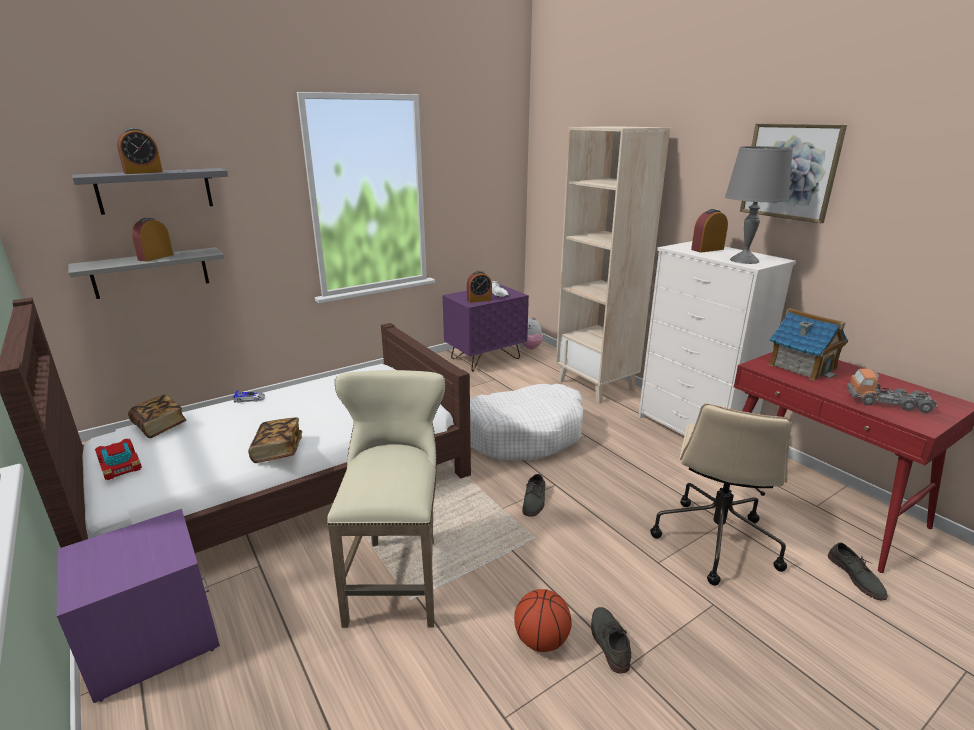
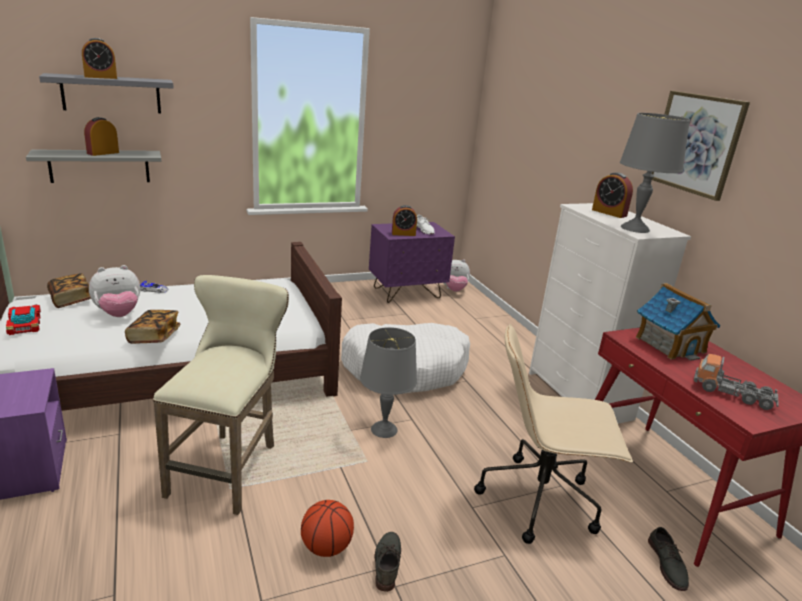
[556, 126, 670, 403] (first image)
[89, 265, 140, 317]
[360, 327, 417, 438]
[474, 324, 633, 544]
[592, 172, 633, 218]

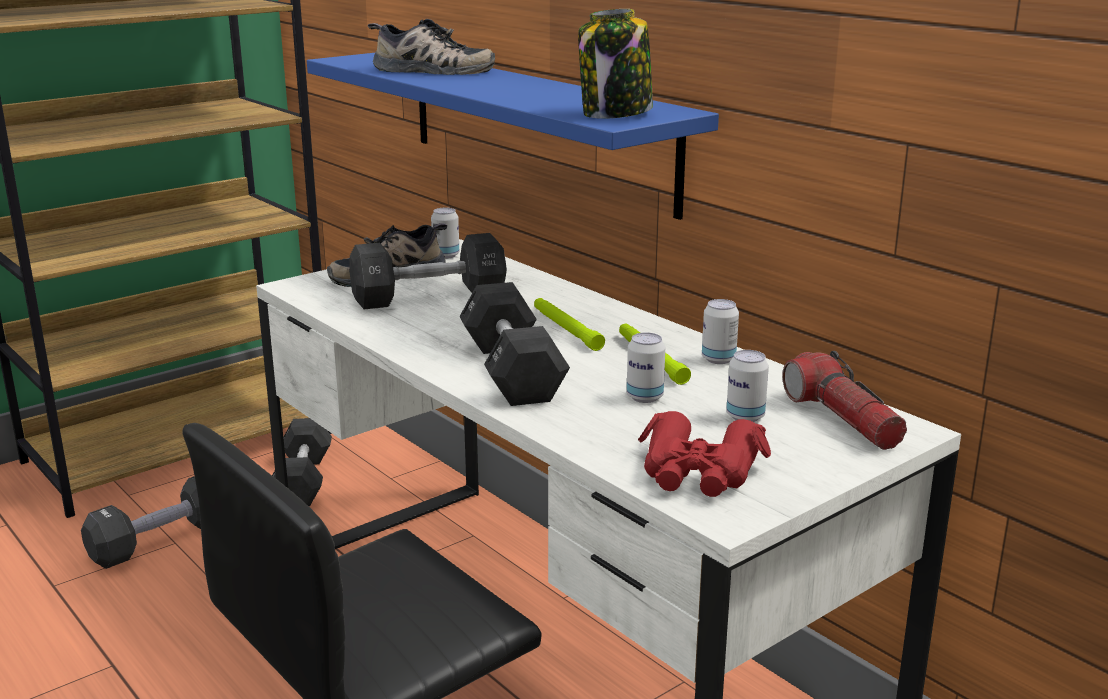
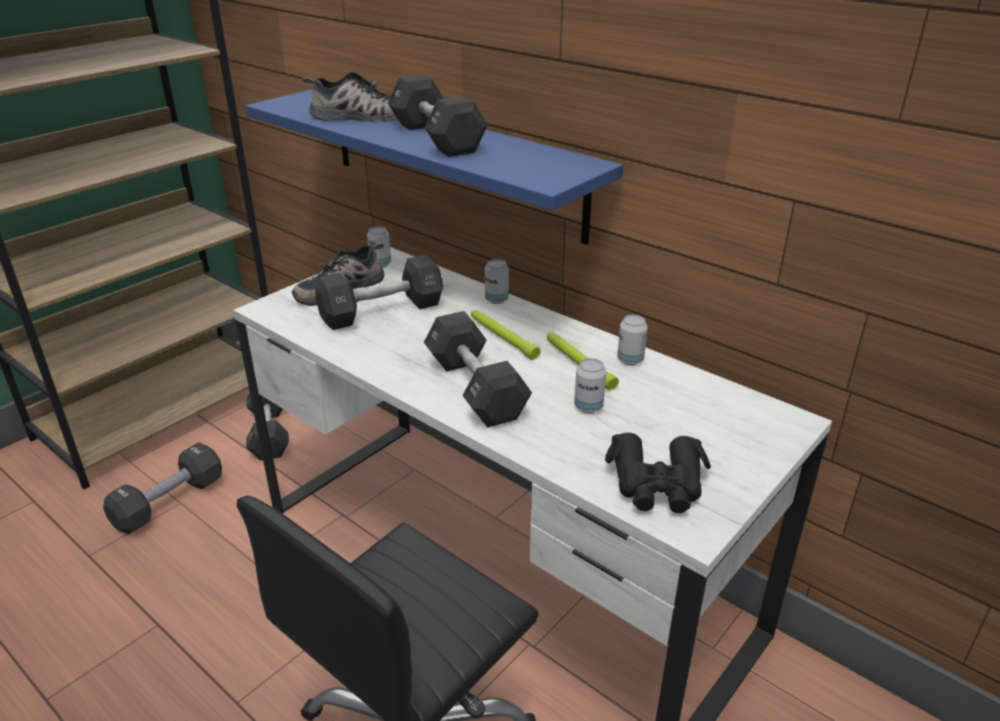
[578, 9, 653, 119] (first image)
[782, 351, 907, 450] (first image)
[388, 75, 488, 157]
[485, 259, 509, 304]
[605, 433, 711, 513]

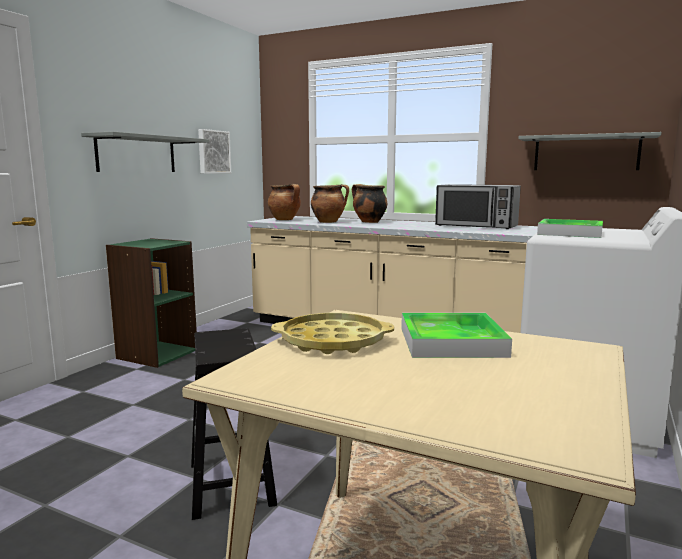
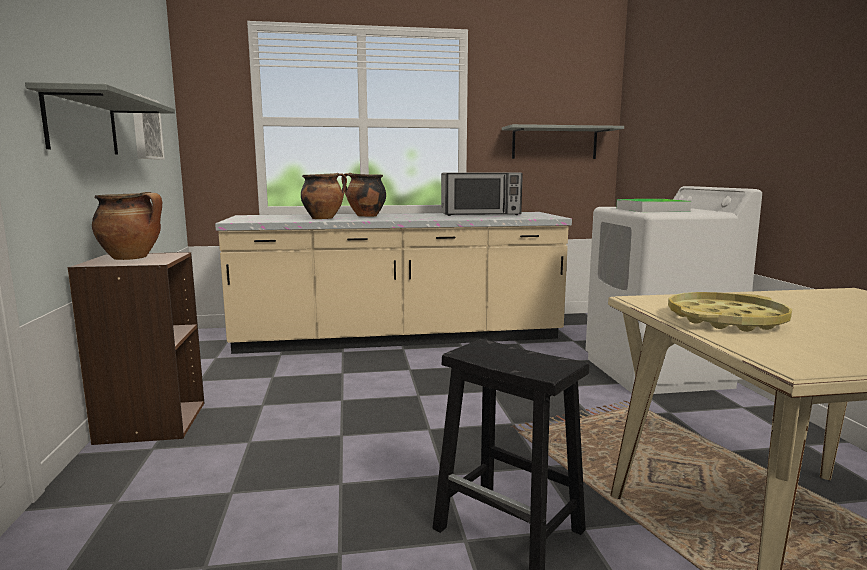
[401, 313, 512, 358] (first image)
[92, 192, 162, 260]
[68, 252, 205, 445]

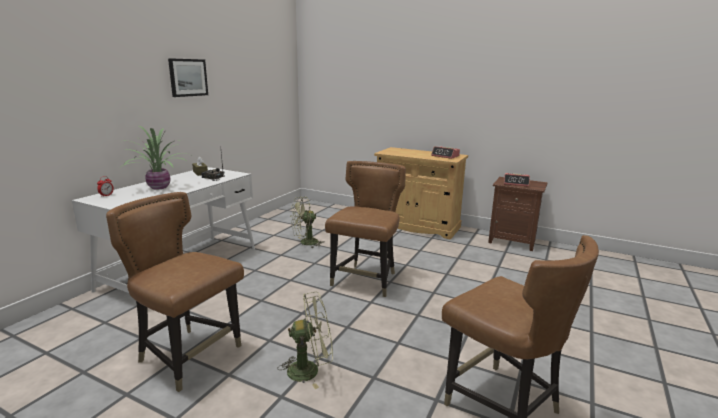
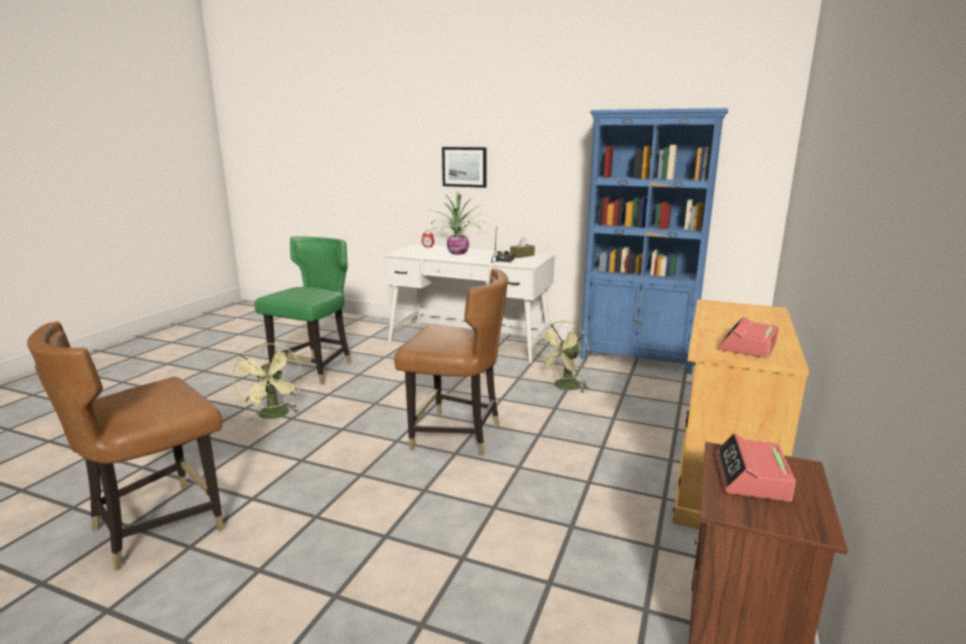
[580, 108, 728, 374]
[442, 147, 487, 188]
[255, 236, 352, 385]
[536, 320, 589, 393]

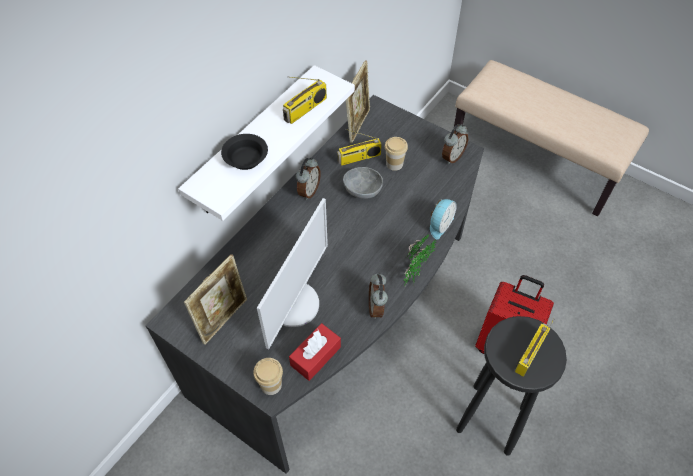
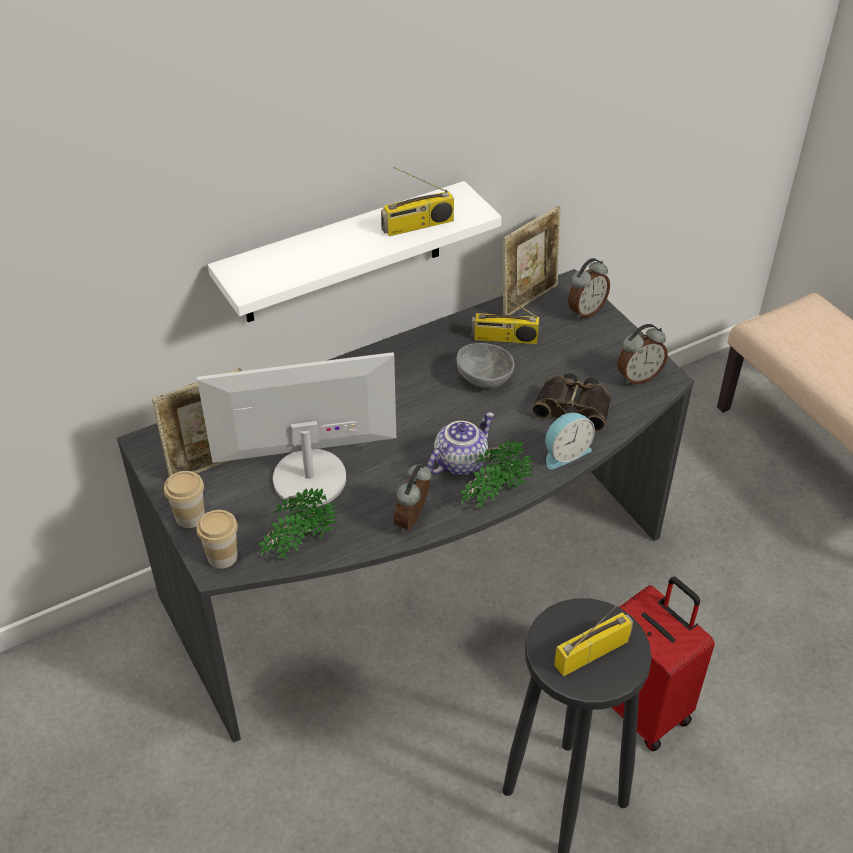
[221, 134, 268, 170] (first image)
[428, 412, 494, 475]
[531, 373, 611, 432]
[568, 258, 610, 319]
[164, 471, 205, 528]
[258, 488, 338, 560]
[197, 352, 396, 508]

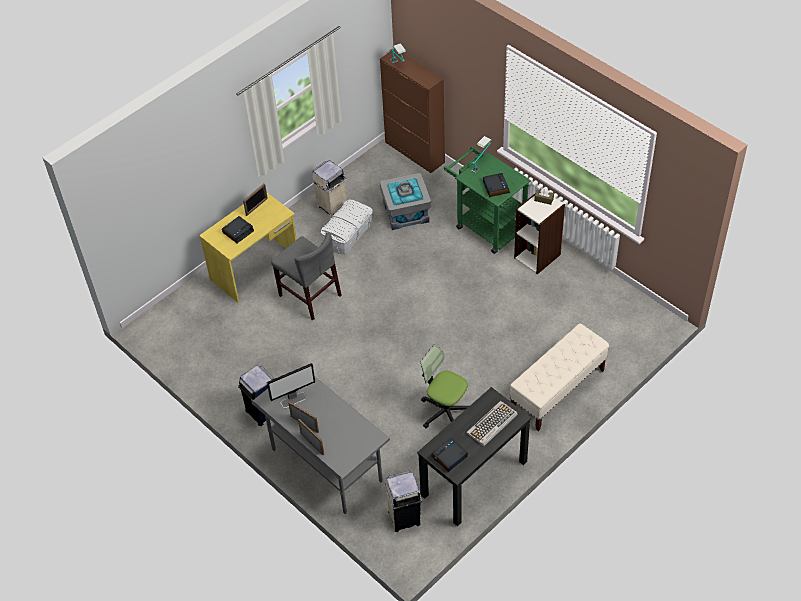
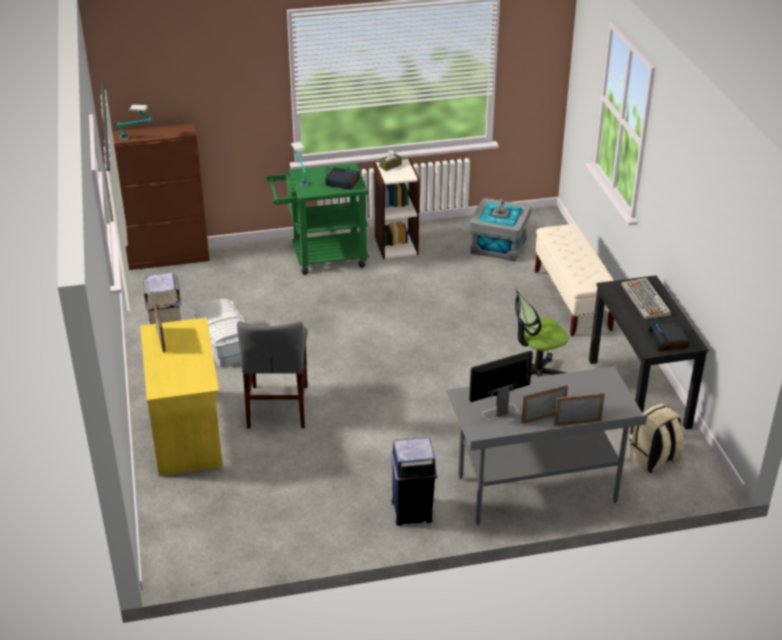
[222, 216, 254, 243] (first image)
[469, 198, 531, 262]
[628, 404, 684, 473]
[469, 351, 533, 420]
[237, 321, 308, 429]

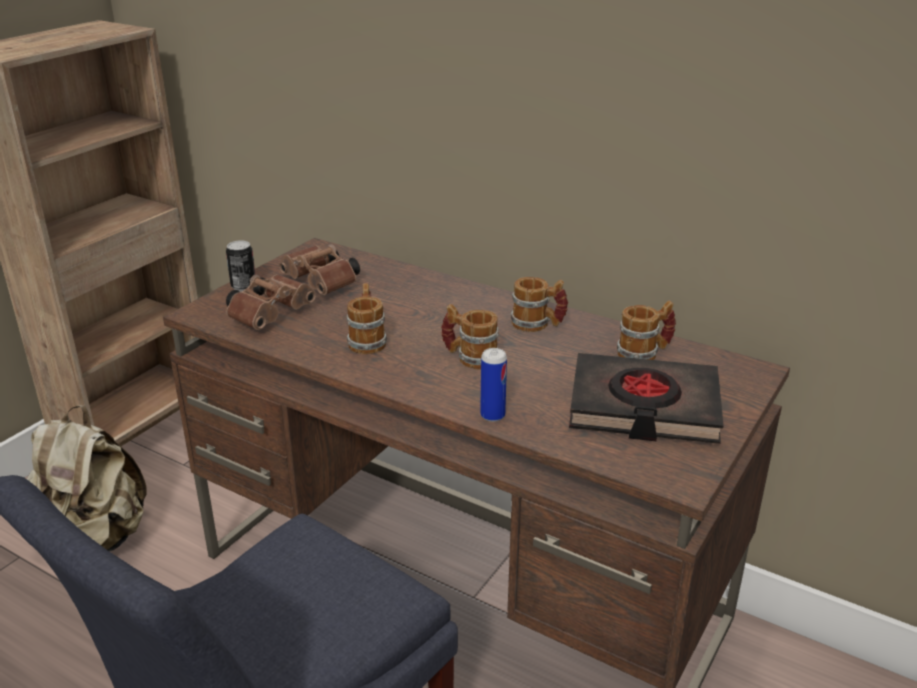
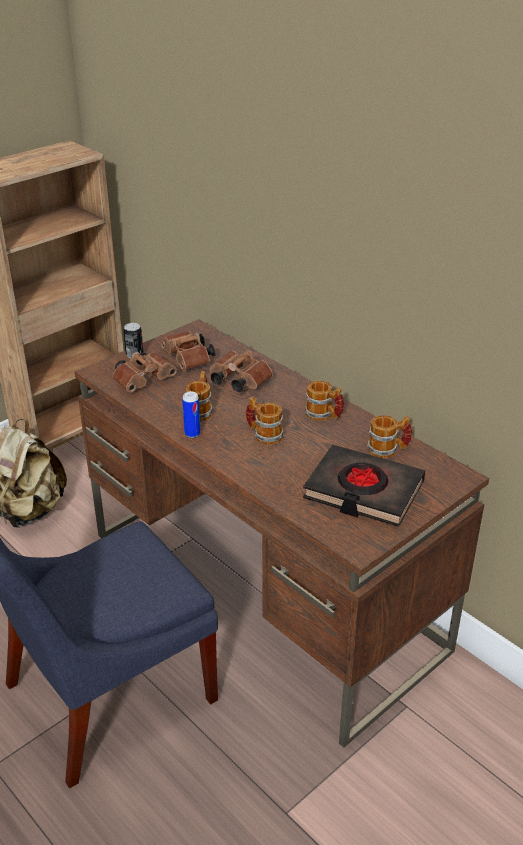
[210, 350, 273, 392]
[182, 391, 200, 438]

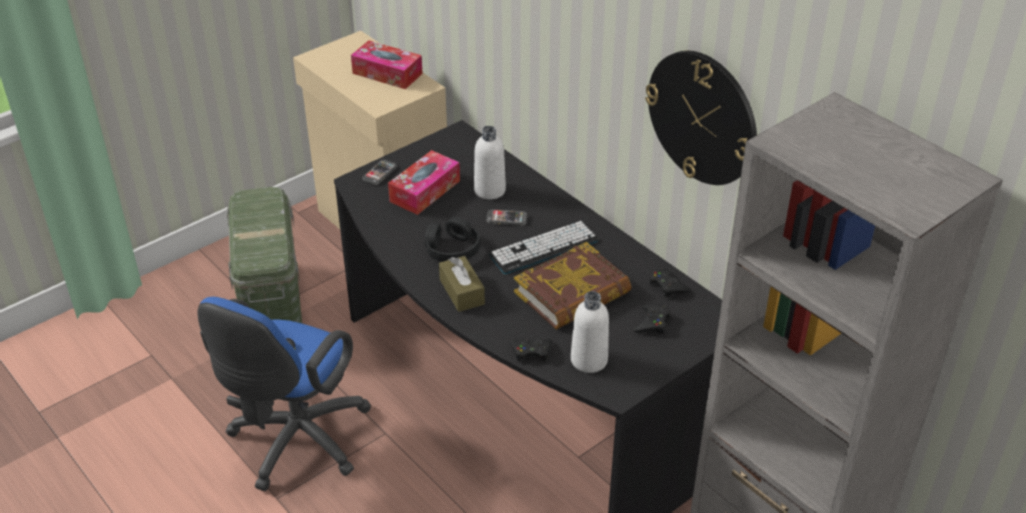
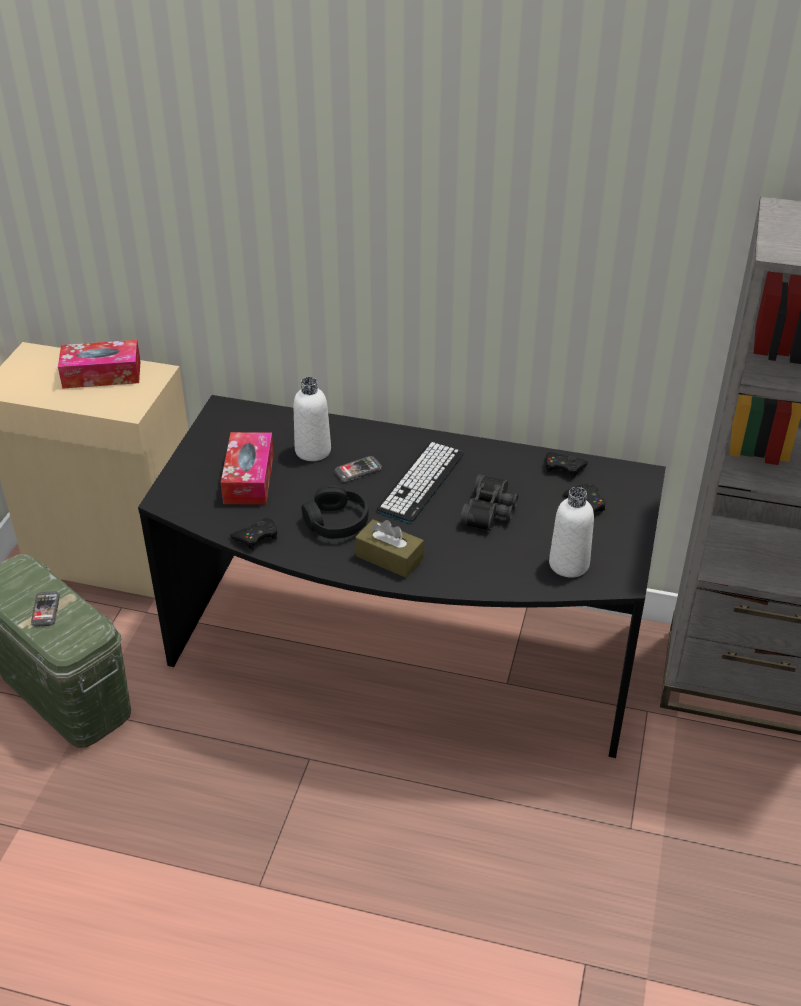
[198, 297, 371, 491] (first image)
[645, 51, 757, 185] (first image)
[31, 591, 60, 627]
[230, 518, 277, 550]
[460, 474, 518, 531]

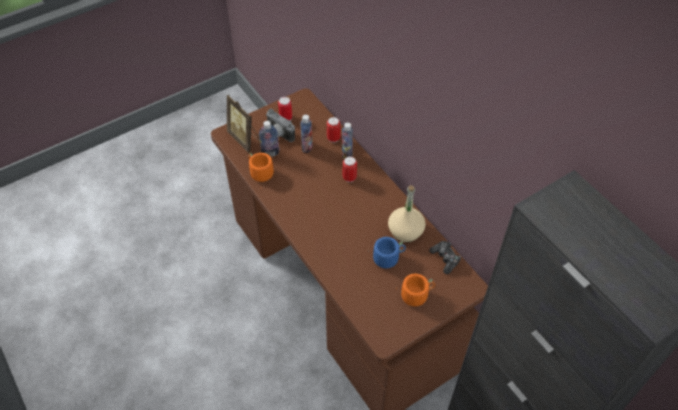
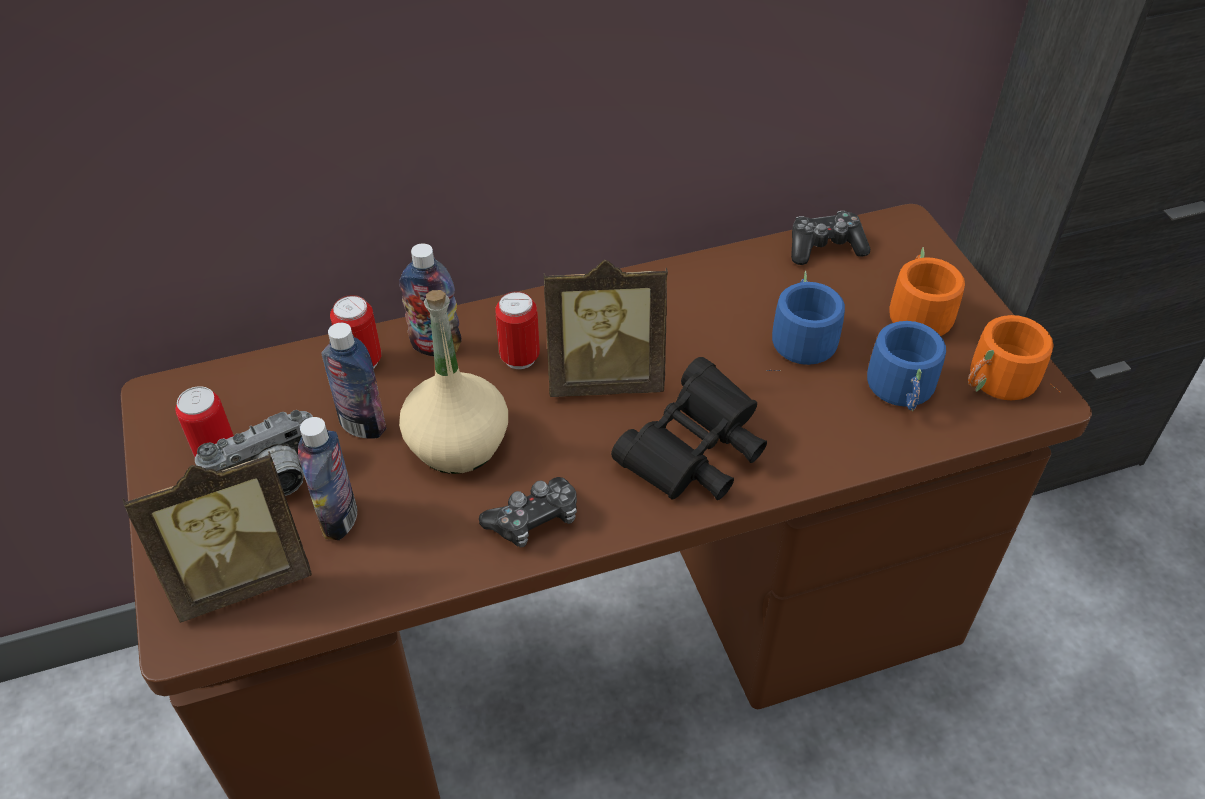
[479, 477, 577, 547]
[544, 260, 668, 397]
[611, 357, 767, 500]
[867, 321, 946, 411]
[968, 315, 1061, 400]
[399, 290, 508, 474]

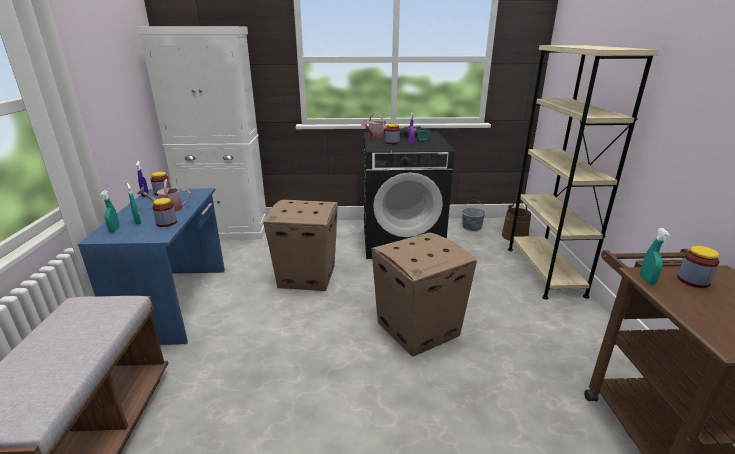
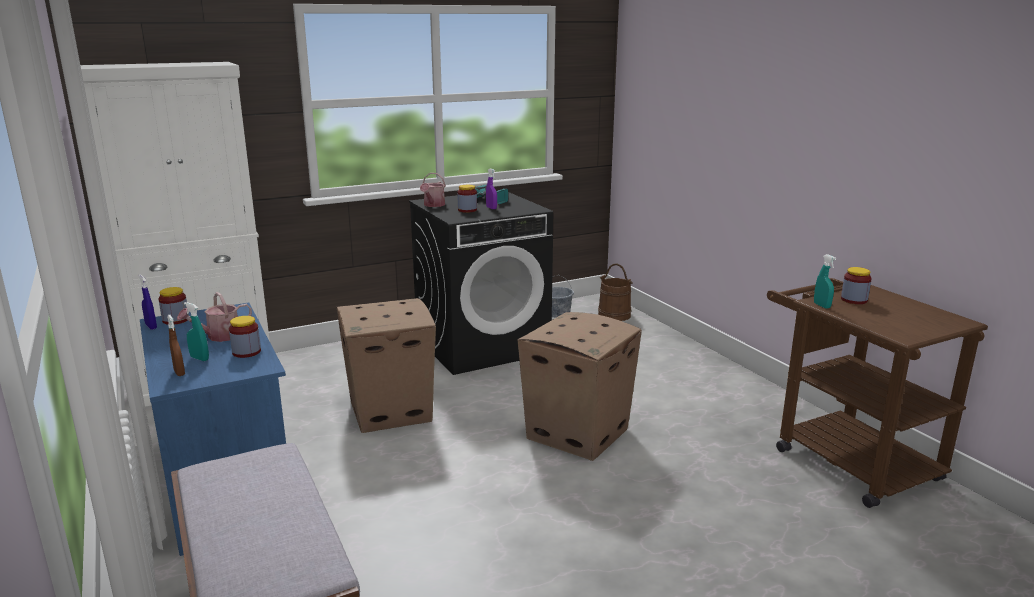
[508, 45, 659, 300] (first image)
[167, 315, 185, 376]

